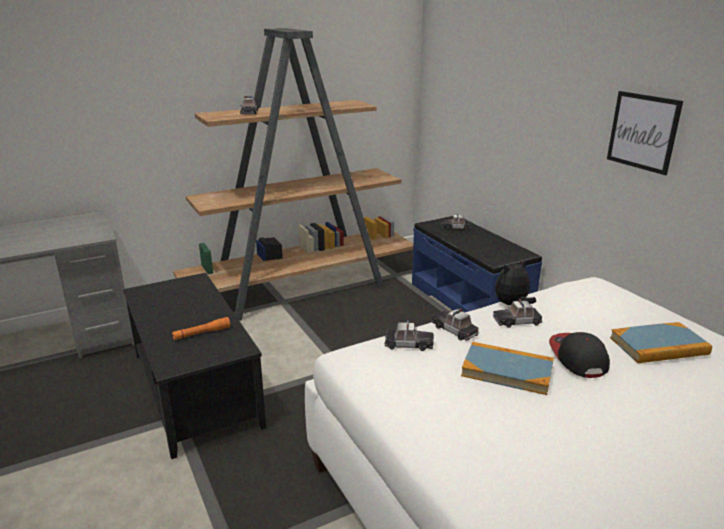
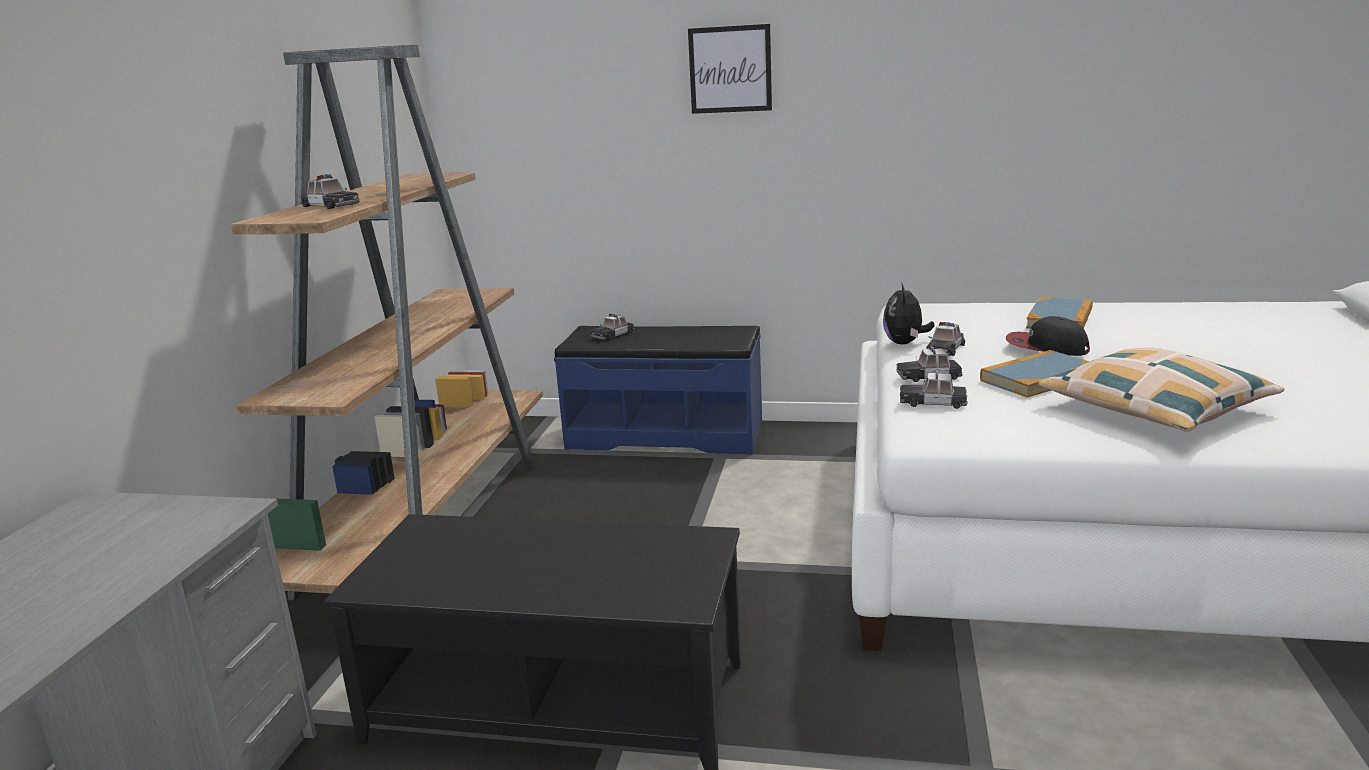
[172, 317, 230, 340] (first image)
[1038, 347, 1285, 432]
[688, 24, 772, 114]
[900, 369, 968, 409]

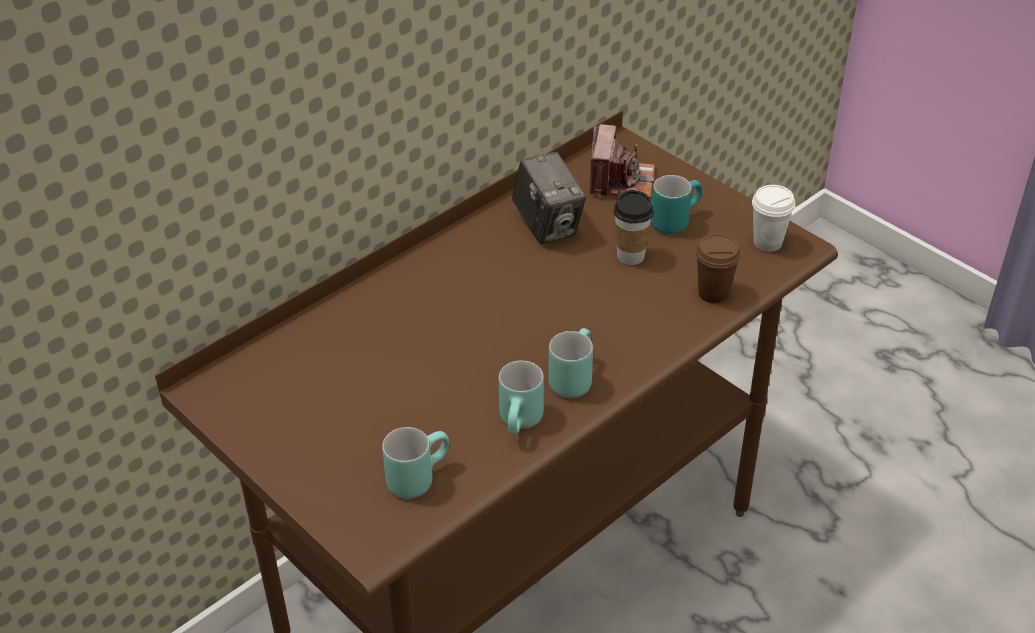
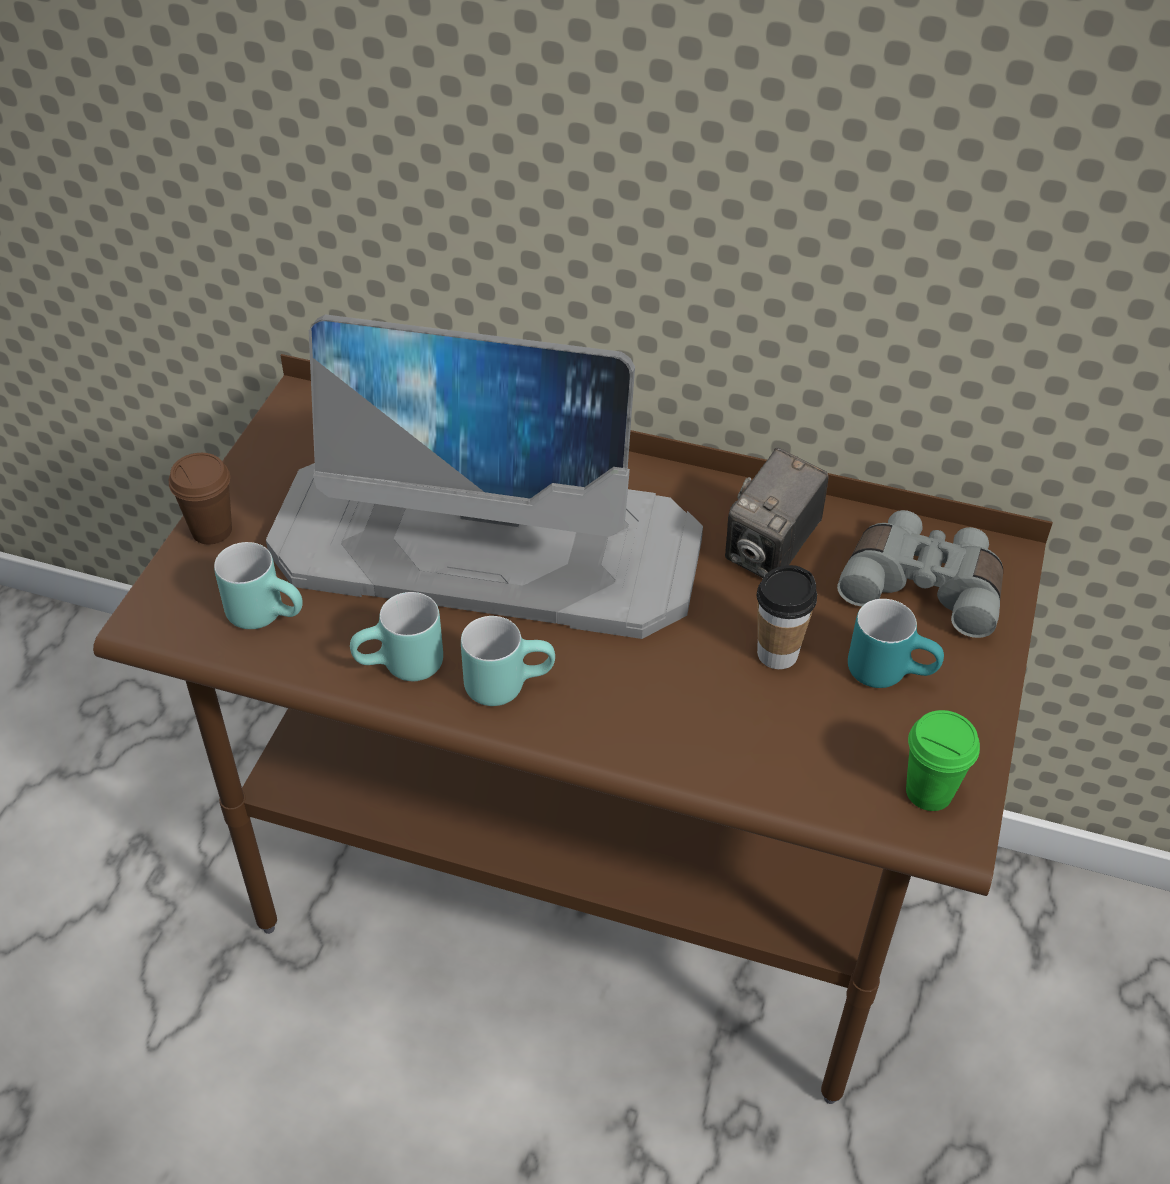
[266, 314, 703, 639]
[169, 453, 232, 545]
[837, 510, 1003, 638]
[906, 710, 980, 811]

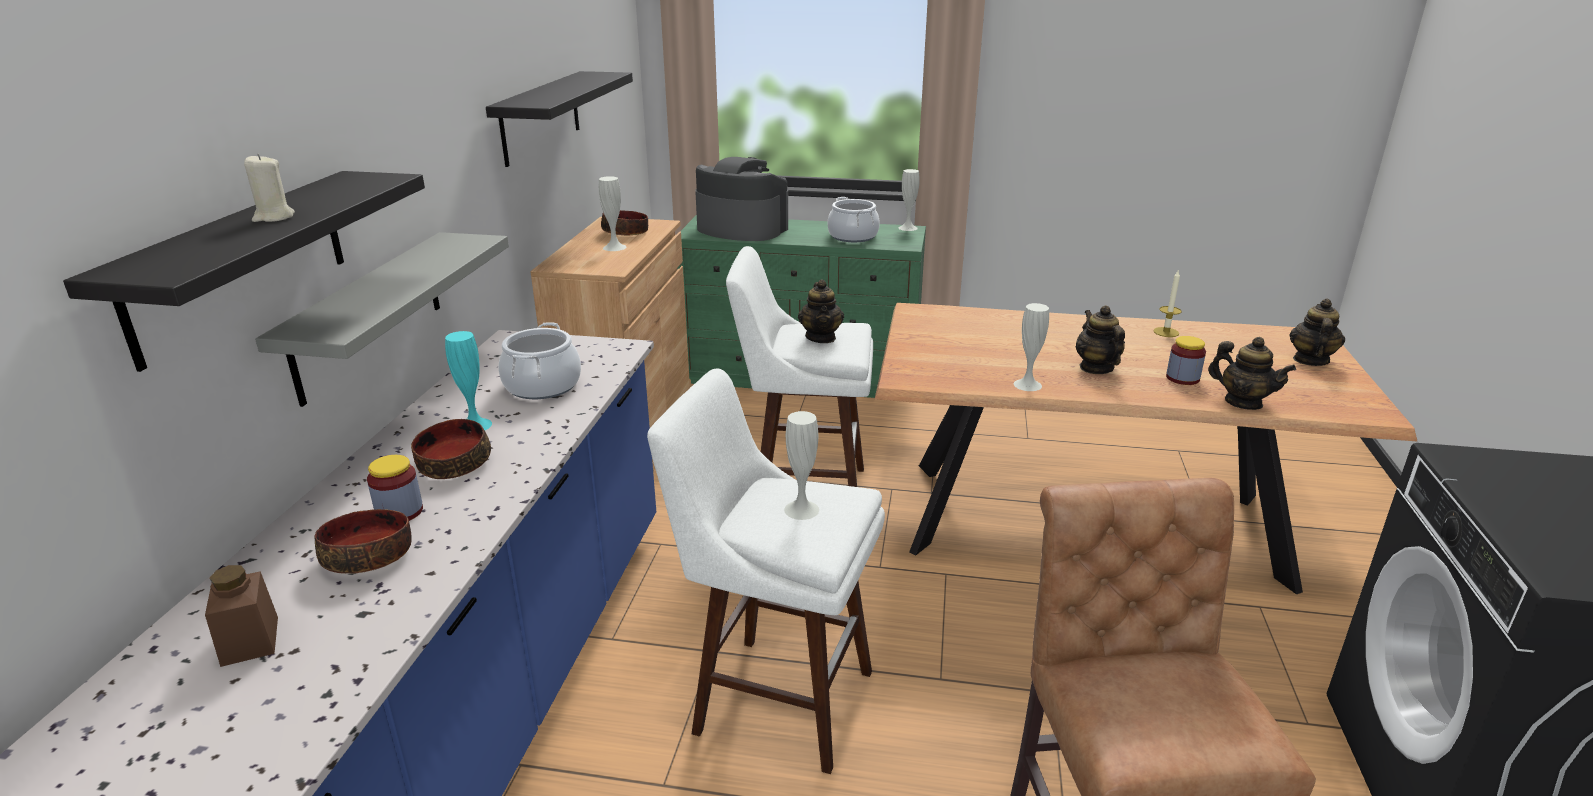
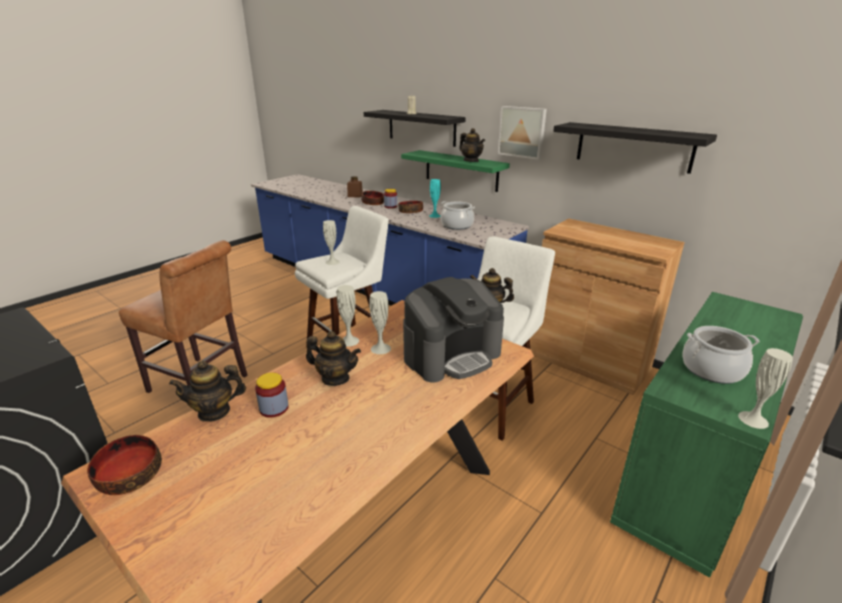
[1153, 269, 1182, 337] (first image)
[498, 106, 547, 160]
[369, 291, 391, 354]
[87, 435, 162, 495]
[403, 277, 504, 382]
[459, 128, 485, 162]
[401, 150, 510, 192]

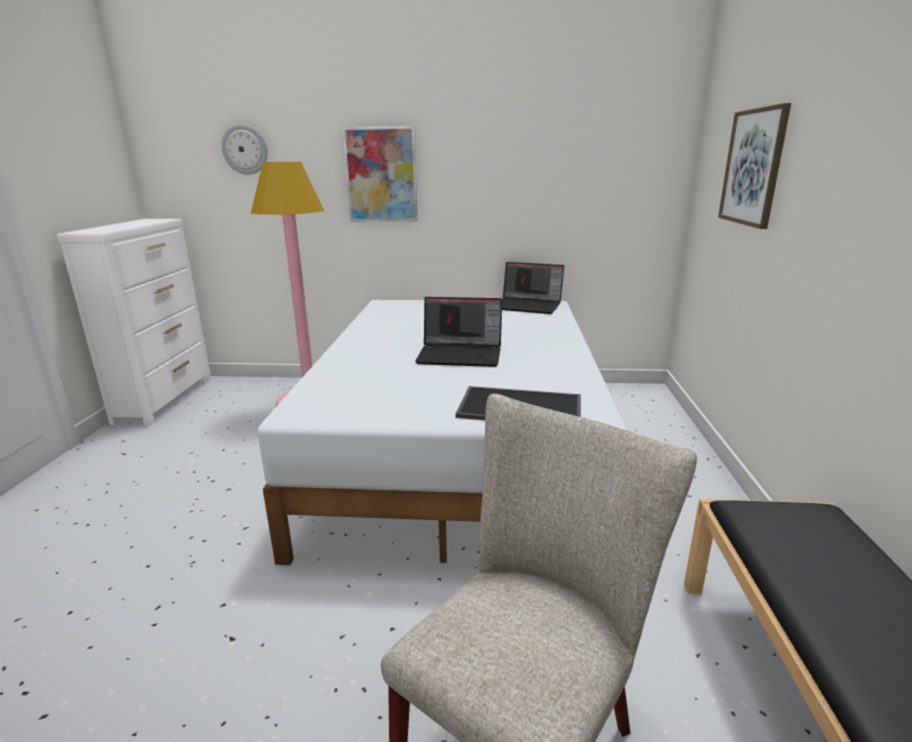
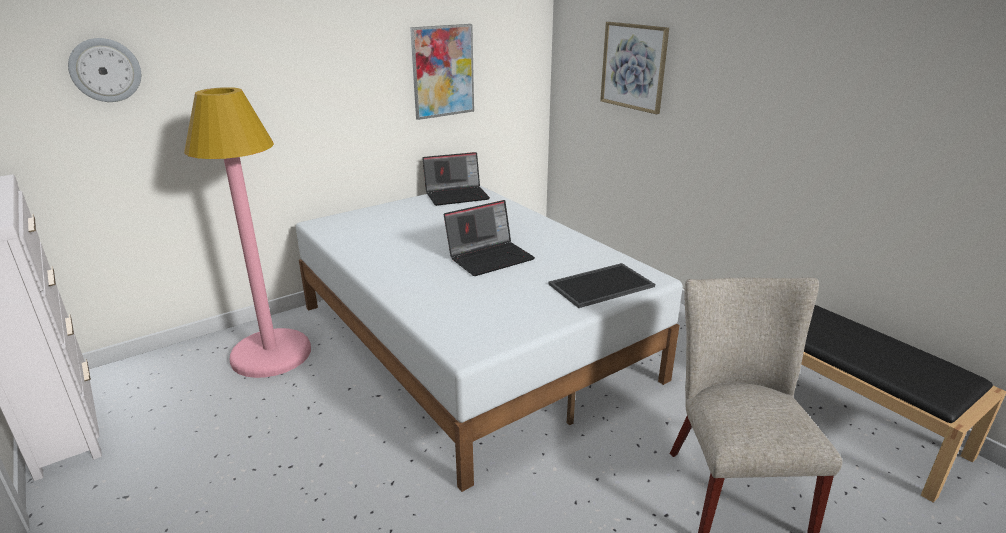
[410, 24, 474, 120]

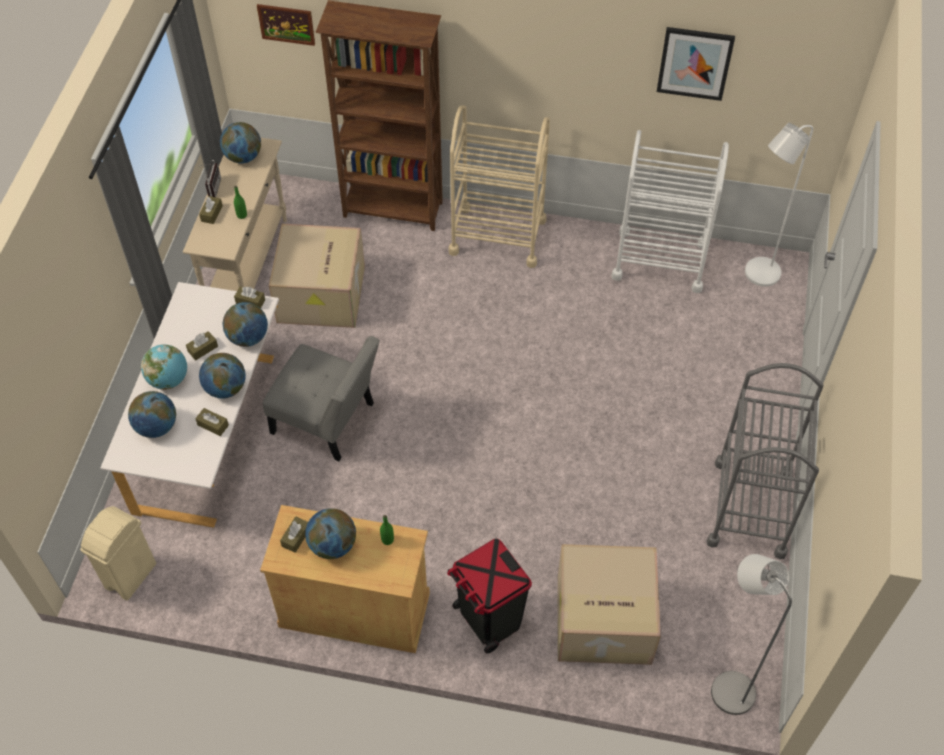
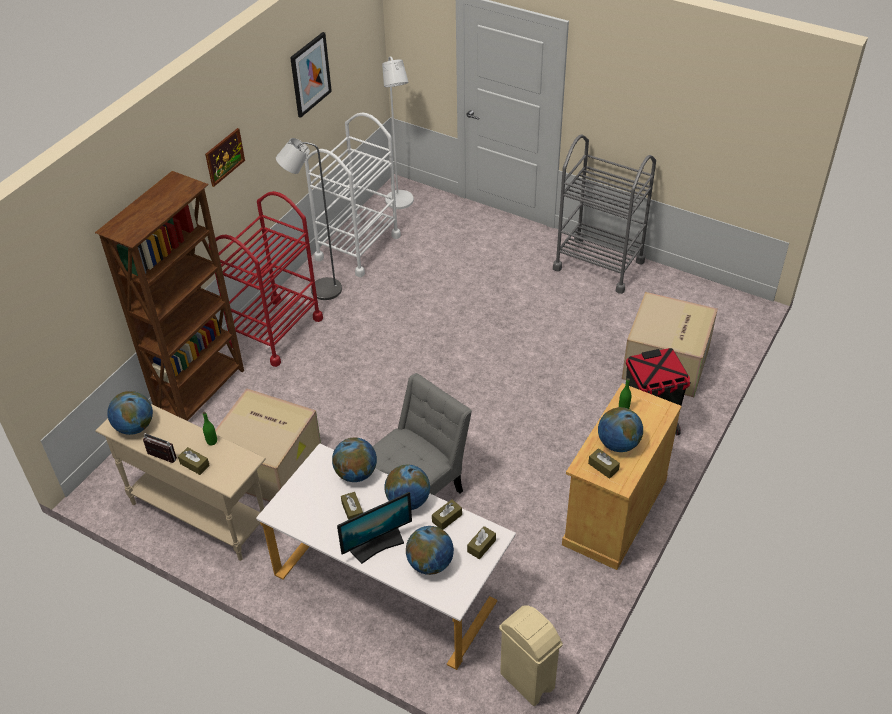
[467, 526, 496, 559]
[205, 128, 245, 187]
[276, 138, 342, 300]
[337, 492, 412, 564]
[209, 191, 323, 367]

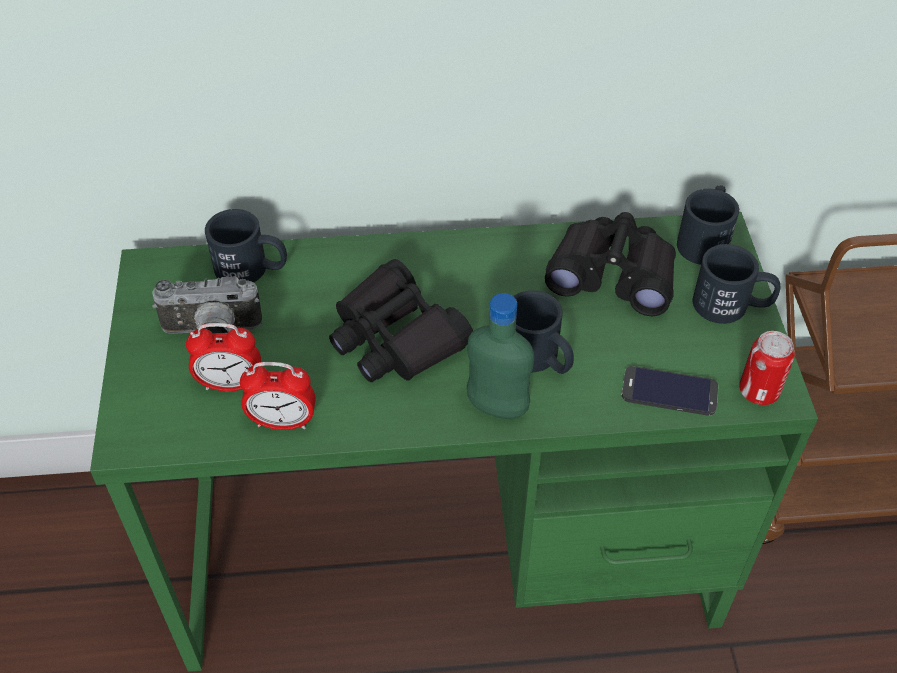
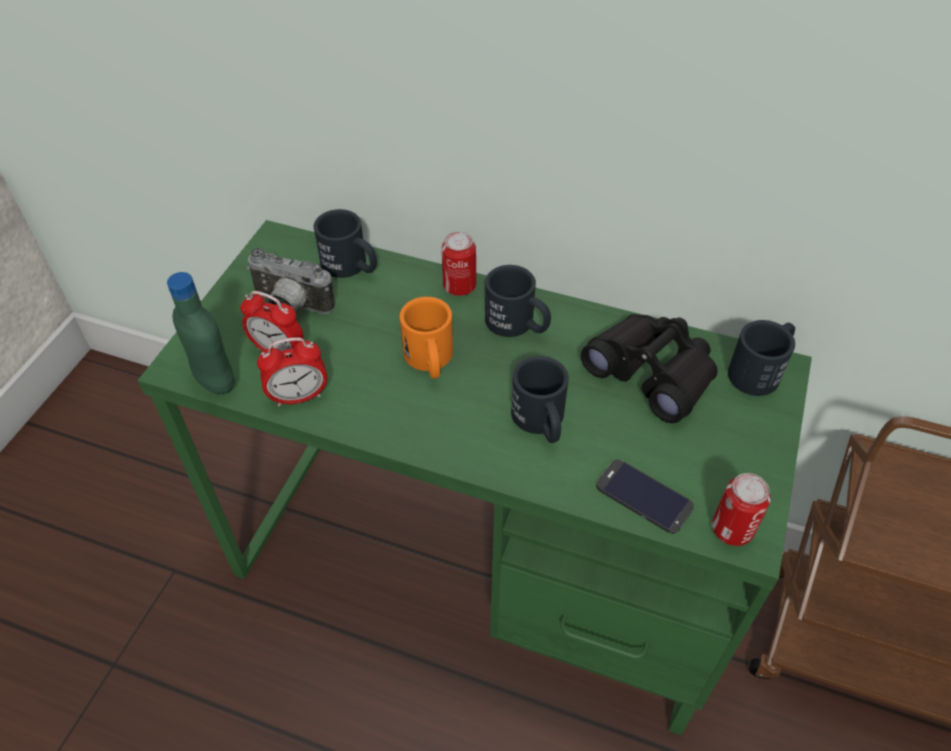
[442, 231, 476, 296]
[167, 272, 235, 394]
[485, 265, 551, 337]
[400, 297, 453, 378]
[257, 337, 327, 407]

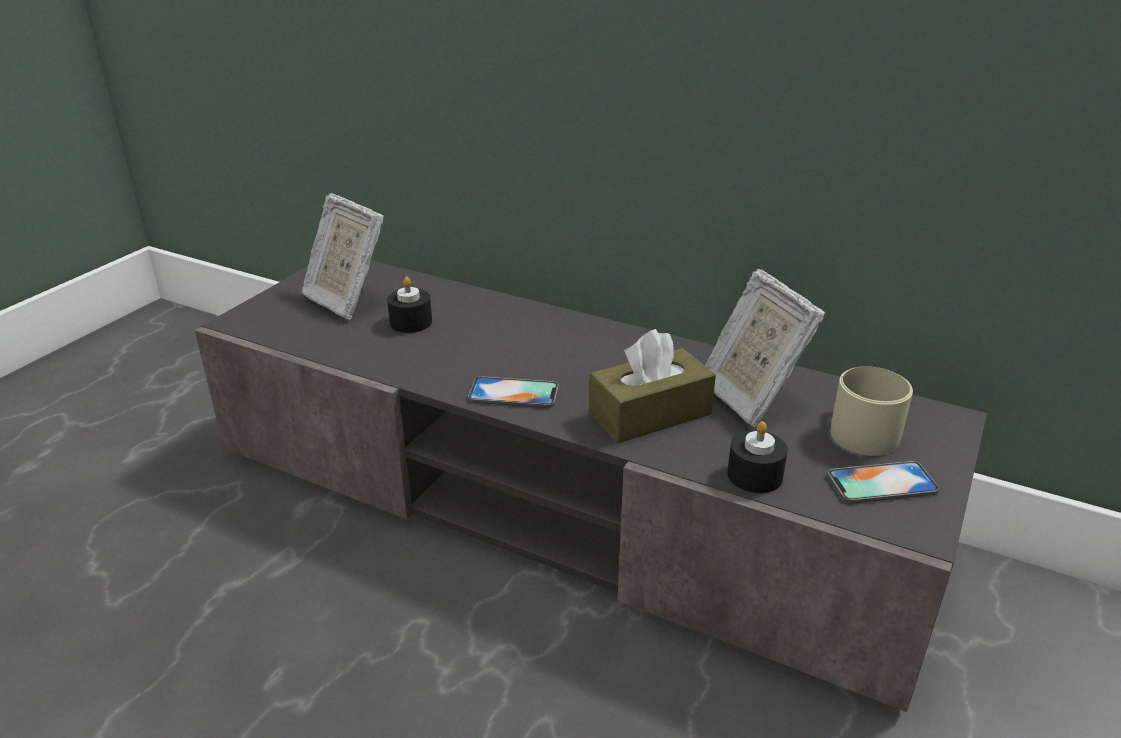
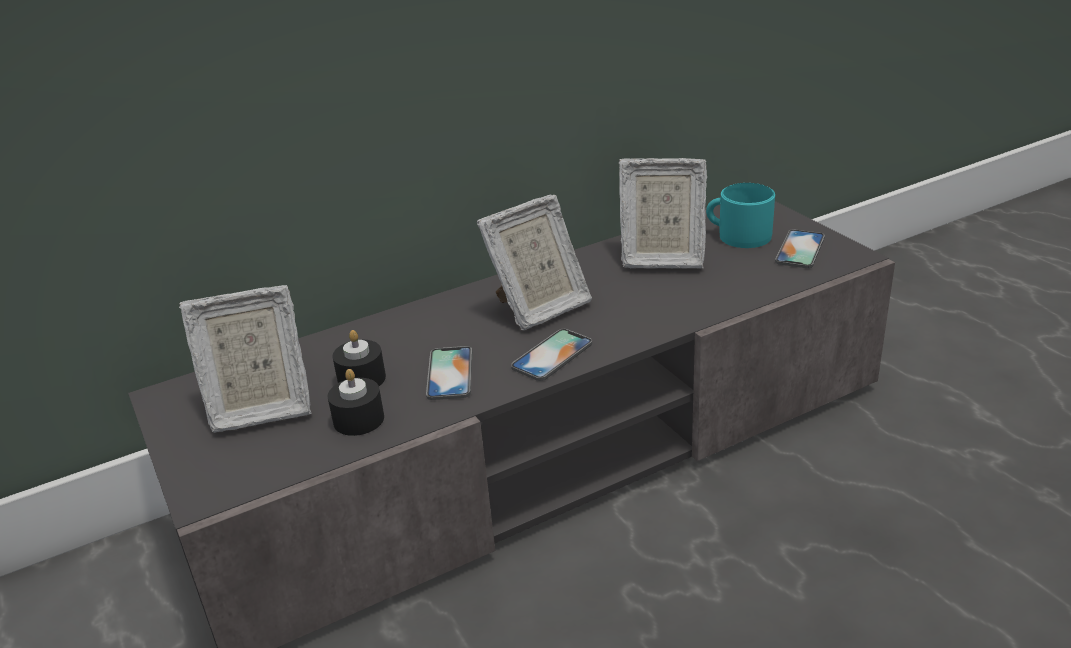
[589, 329, 716, 443] (first image)
[426, 346, 472, 400]
[477, 195, 592, 331]
[327, 369, 384, 436]
[706, 183, 775, 248]

